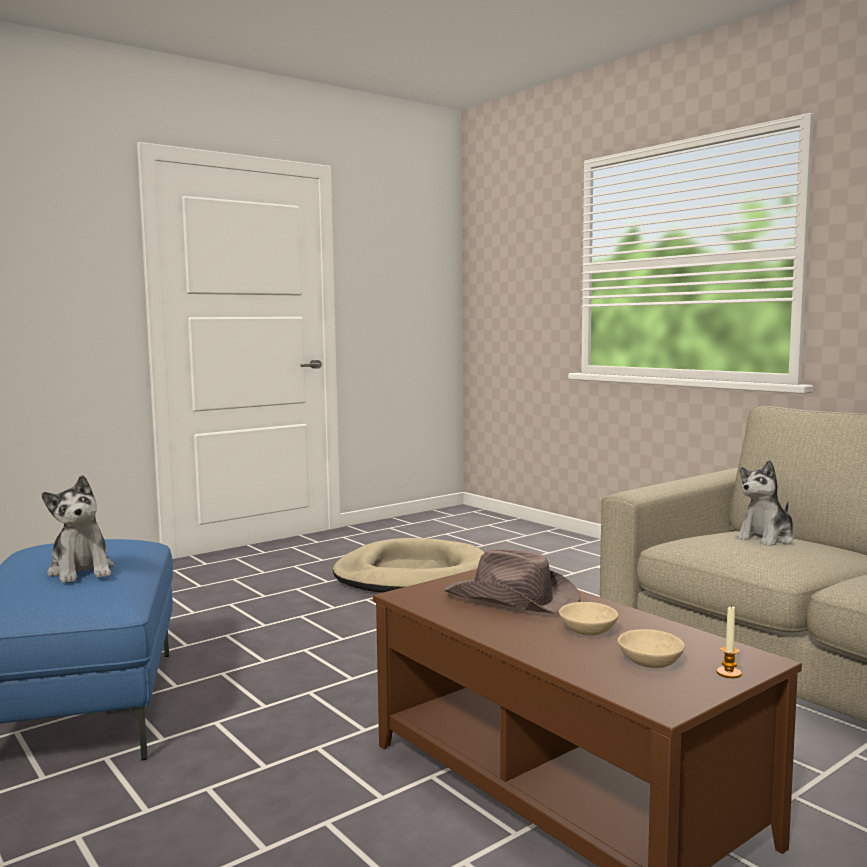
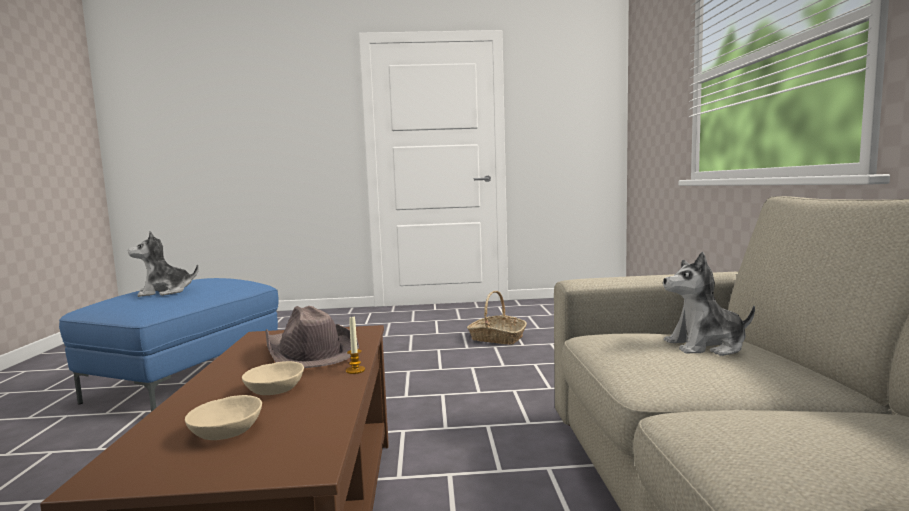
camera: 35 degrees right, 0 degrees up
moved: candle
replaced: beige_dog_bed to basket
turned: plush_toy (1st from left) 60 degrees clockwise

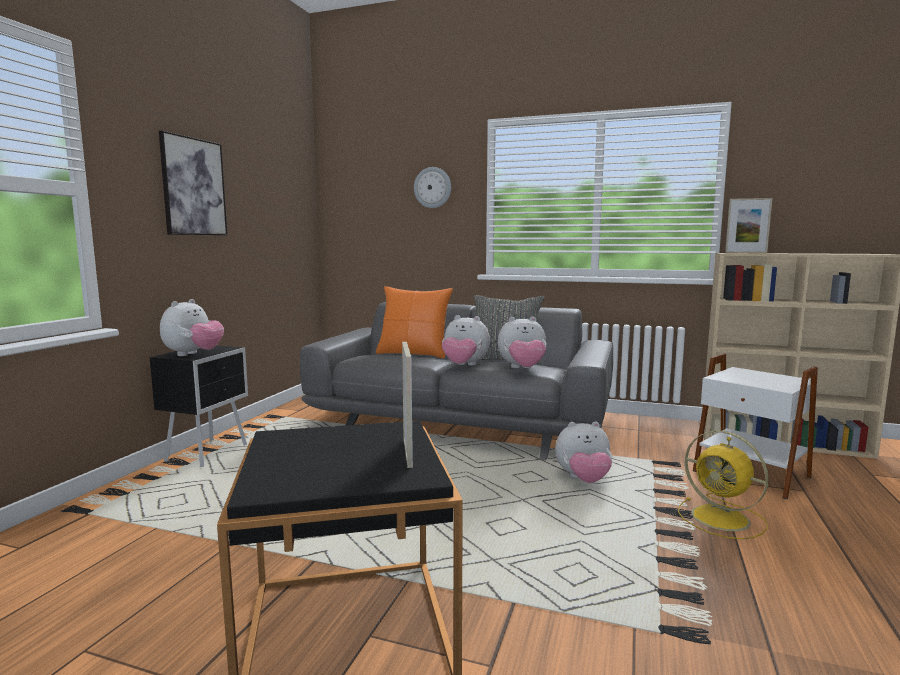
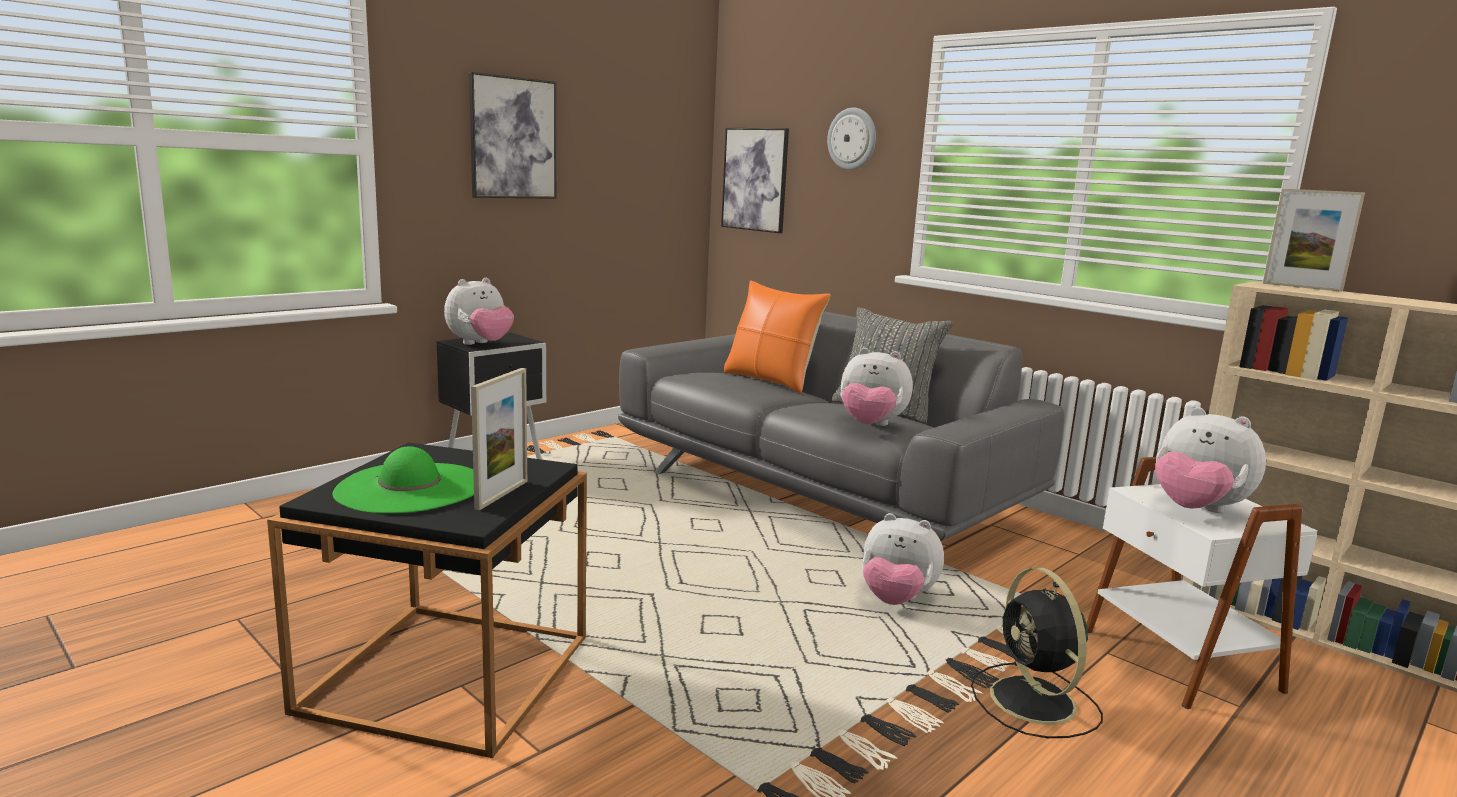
camera: 25 degrees right, 5 degrees up
added: picture (2nd from left); green_hat
moved: plush_toy (2nd from left in the first image) to plush_toy (4th from left)
recoloured: yellow_fan to black_fan

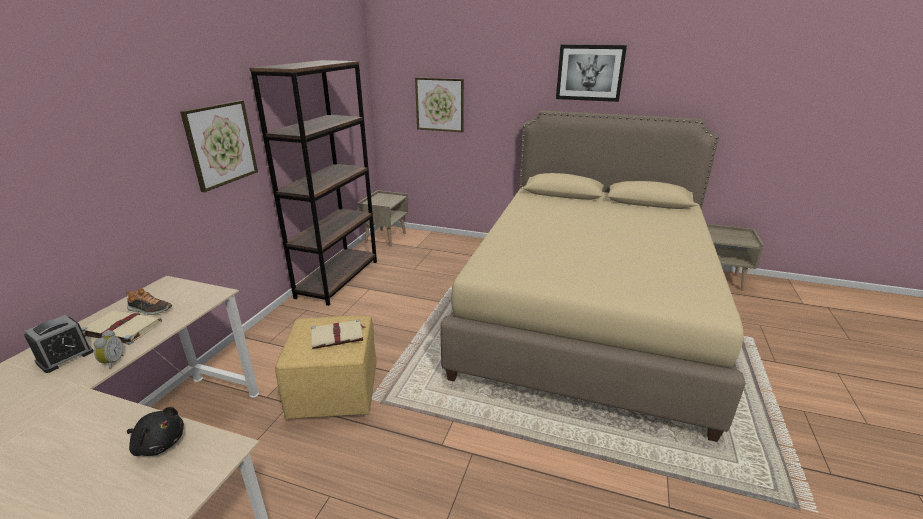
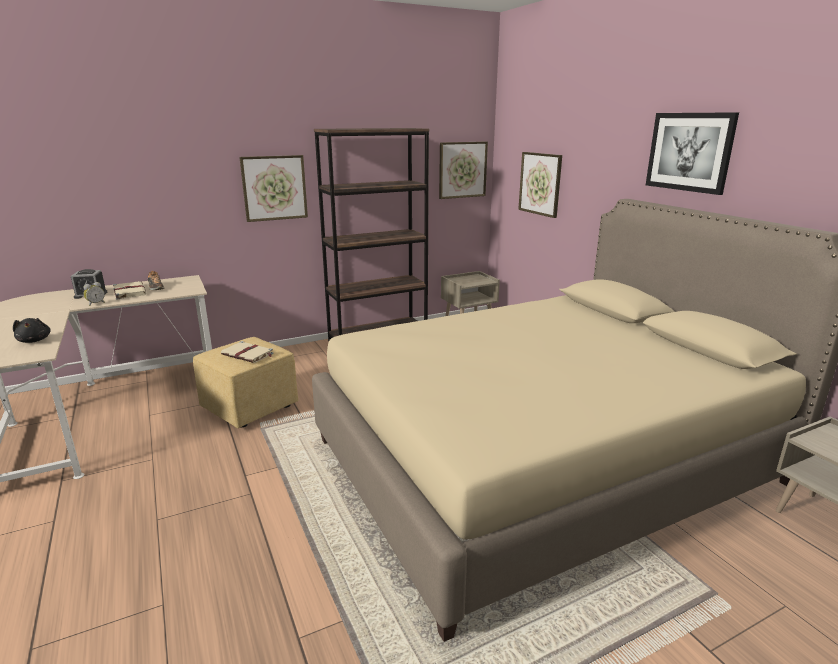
camera: 45 degrees right, 5 degrees down
added: picture (2nd from left)

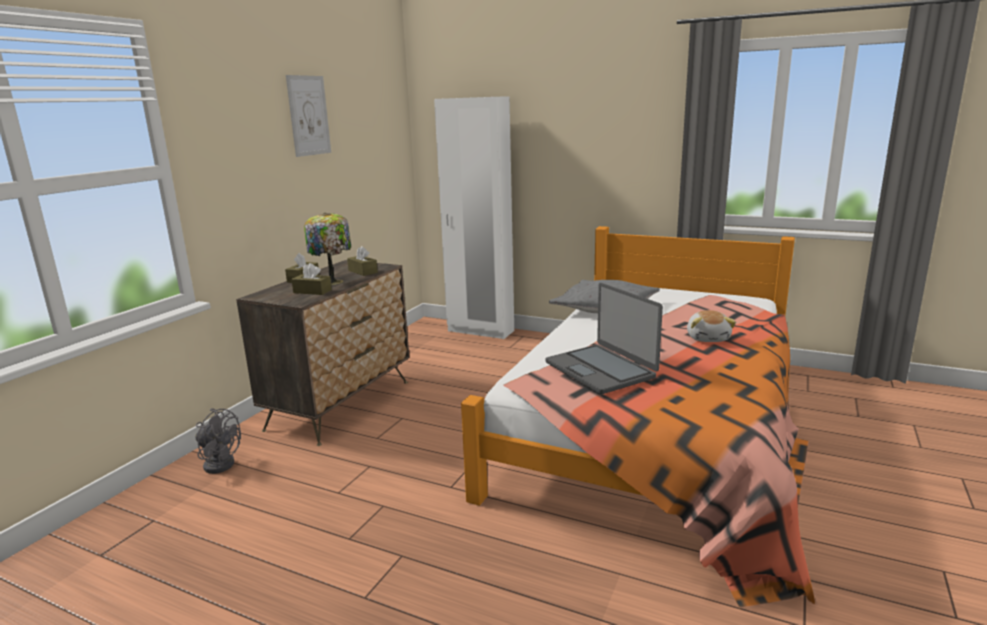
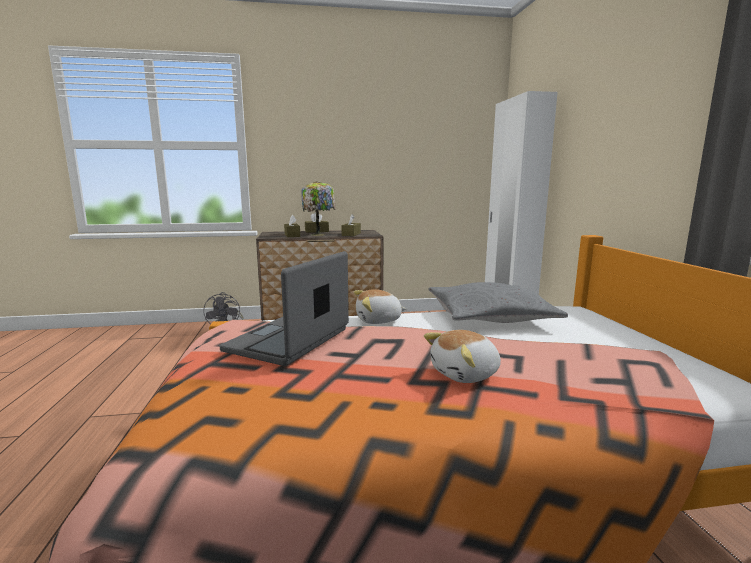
camera: 55 degrees right, 5 degrees down
removed: picture
added: plush_toy (1st from left)

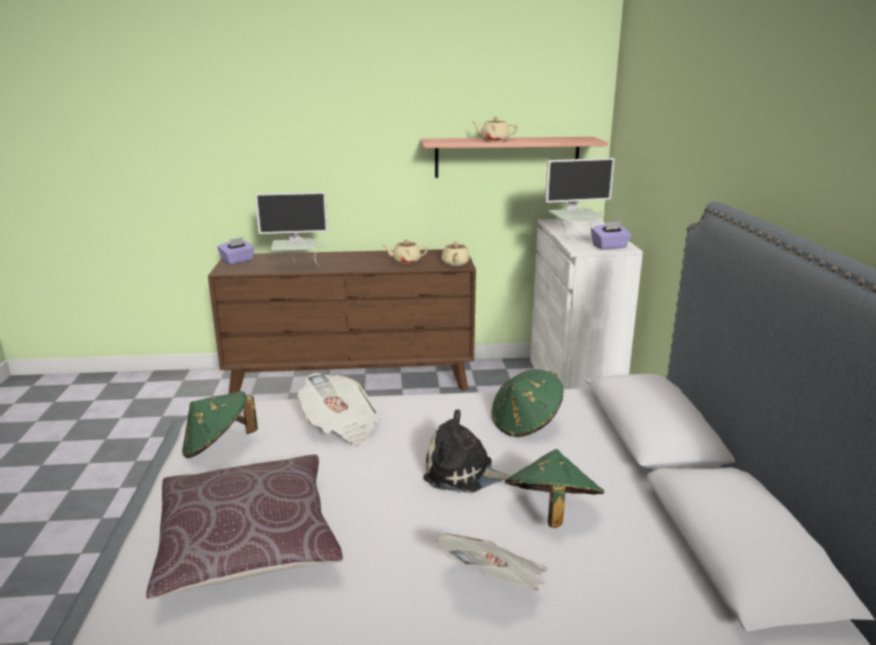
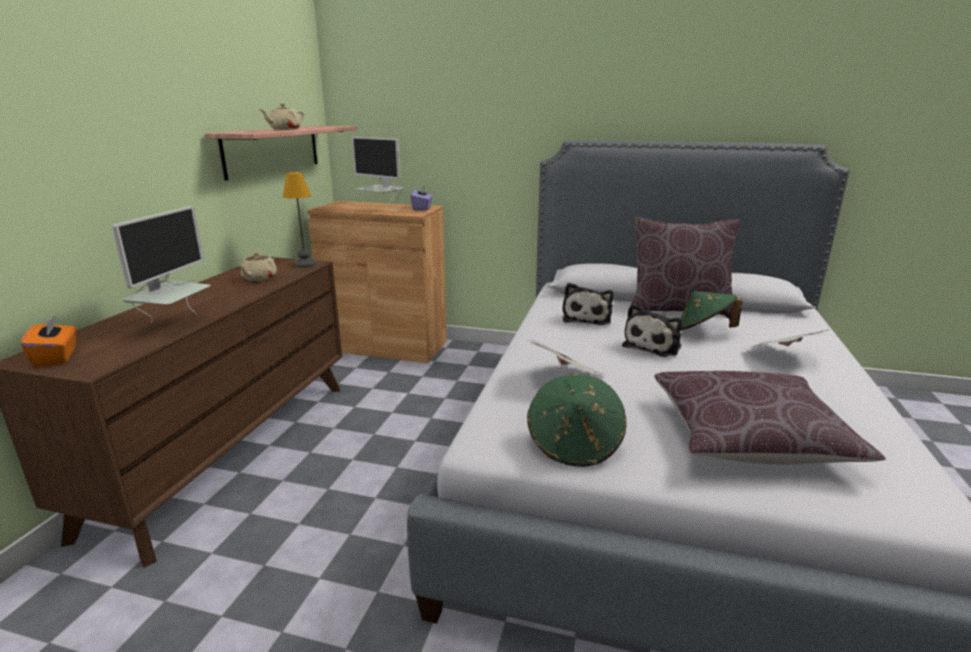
camera: 70 degrees left, 0 degrees up
added: brown_pillow (1st from left)
replaced: beige_teapot (2nd from left) to table_lamp; green_hat (2nd from left) to plush_toy (1st from left)
recoloured: white_cabinet to brown_cabinet; purple_tissue_box (1st from left) to orange_tissue_box
turned: monitor (2nd from left) 120 degrees clockwise

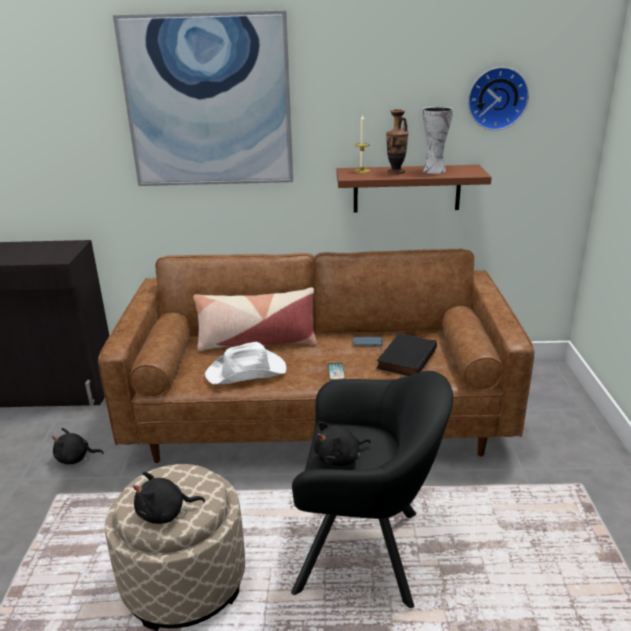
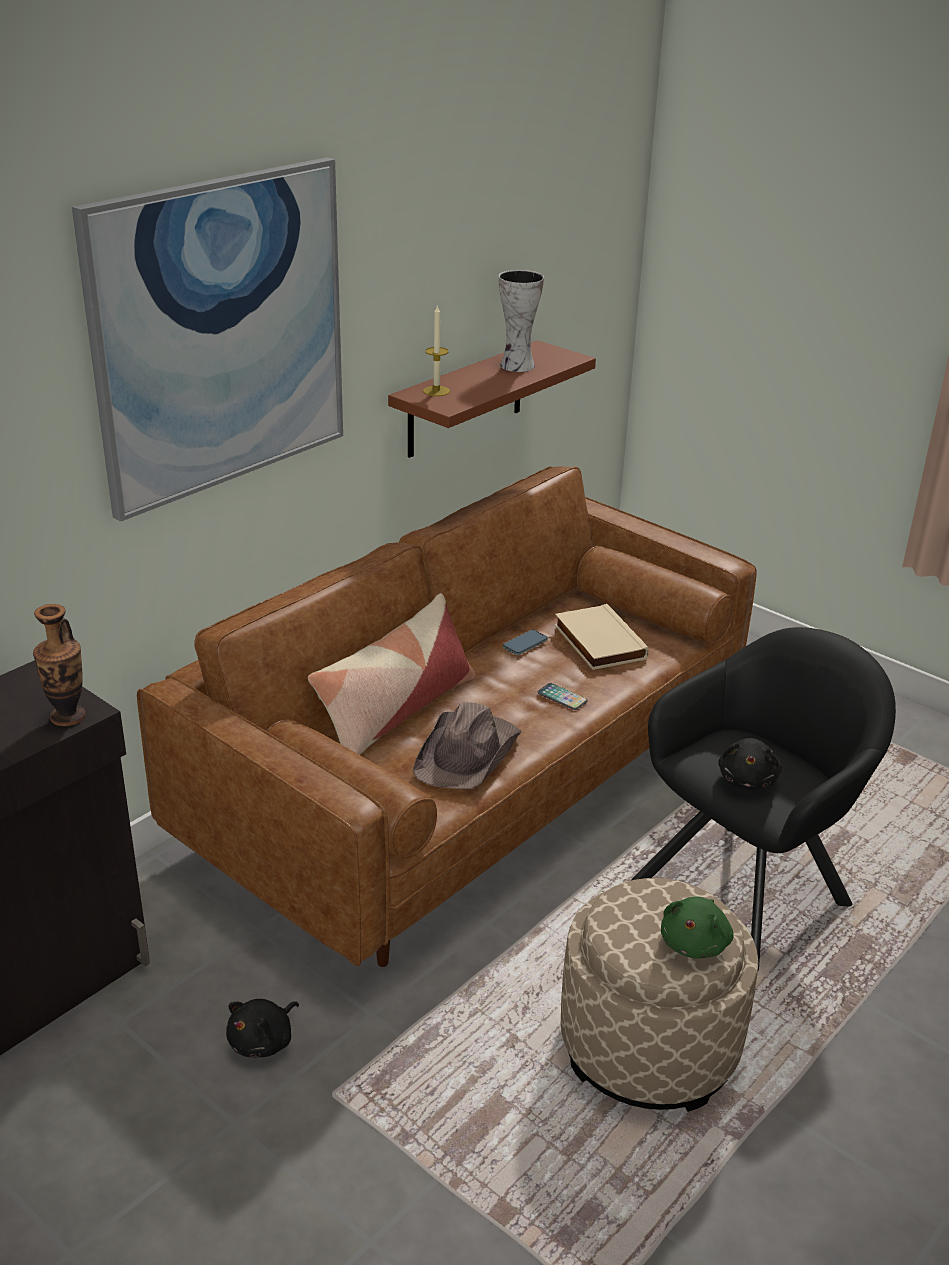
camera: 50 degrees left, 5 degrees up
removed: wall_clock
moved: vase (1st from left)
recoloured: black_book to beige_book; white_hat to brown_hat; black_plush_toy (2nd from left) to green_plush_toy

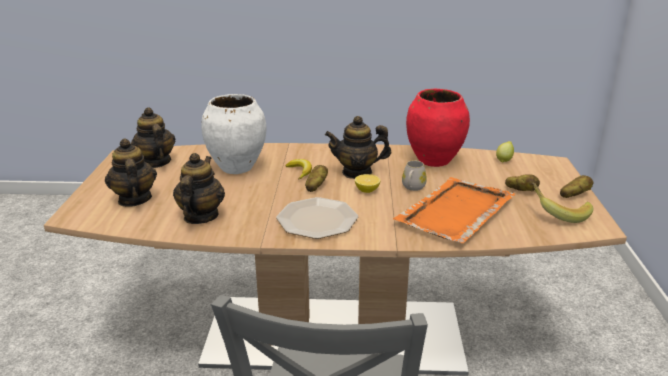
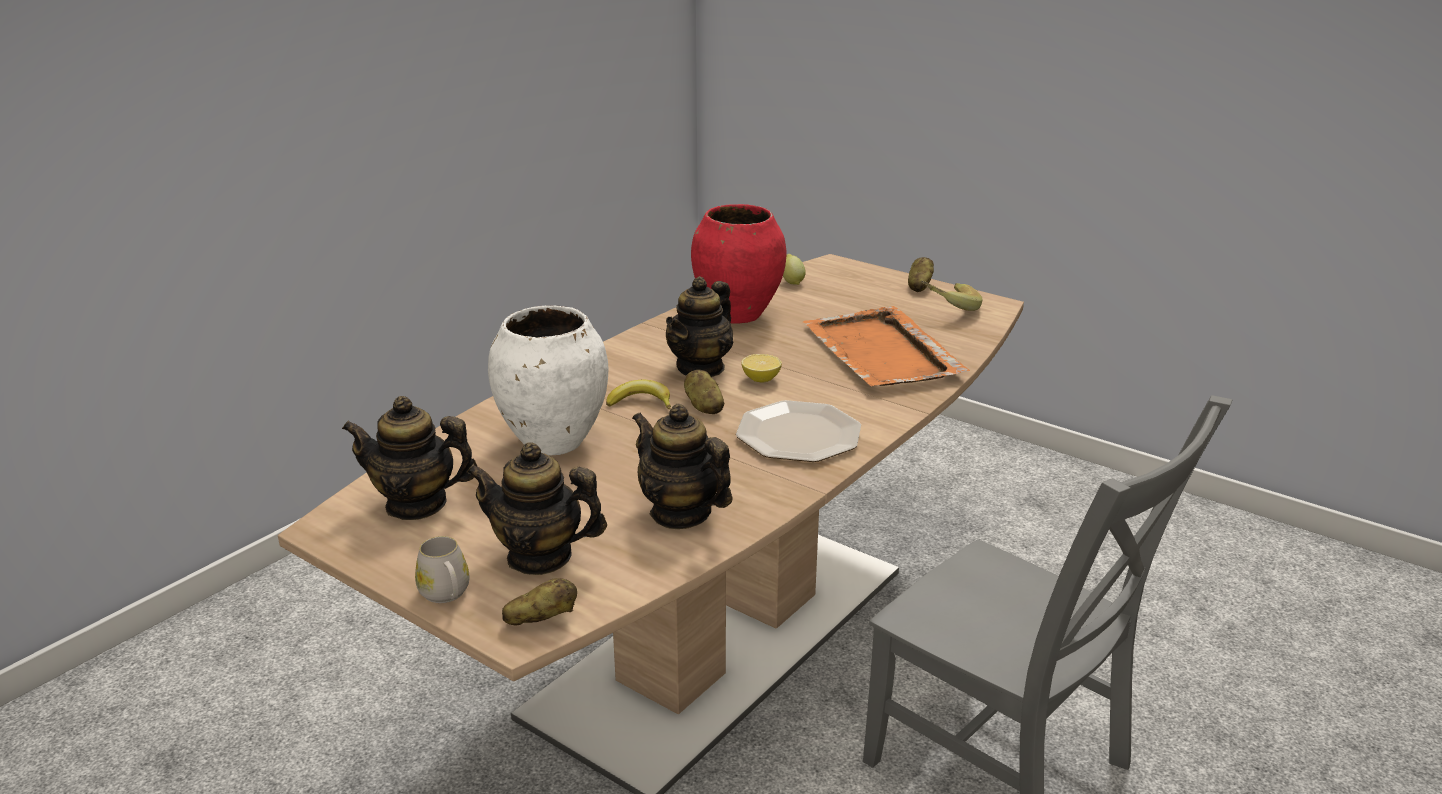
camera: 55 degrees left, 0 degrees up
moved: white_mug; potato (2nd from left in the first image) to potato (1st from left)

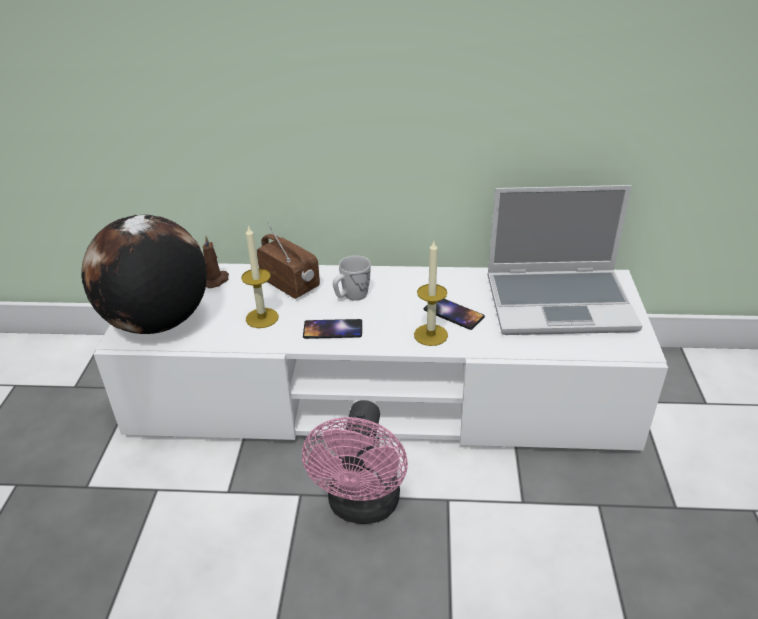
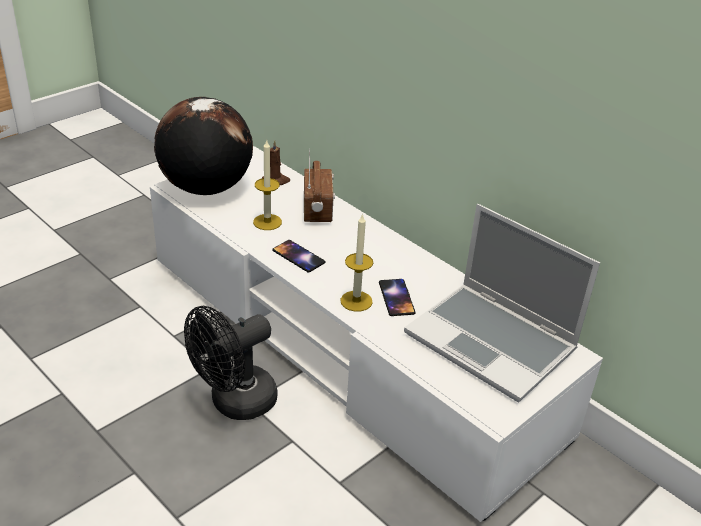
camera: 40 degrees right, 0 degrees up
removed: white_mug
recoloured: pink_fan to black_fan

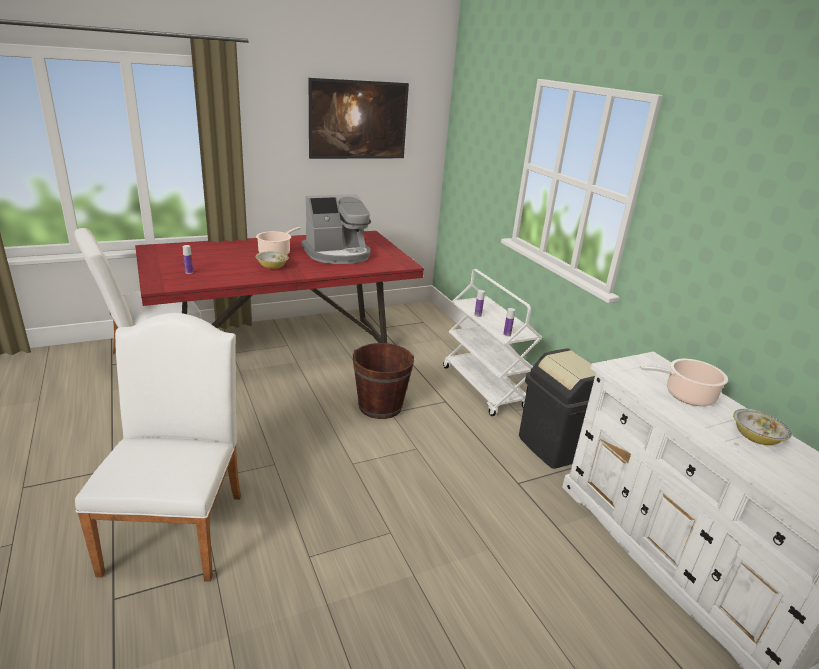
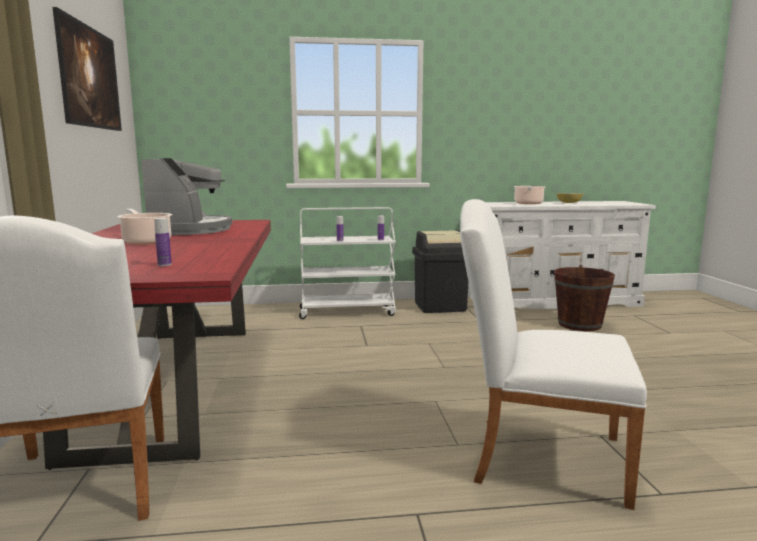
camera: 70 degrees left, 15 degrees down
removed: bowl (1st from left)
moved: brown_bucket

